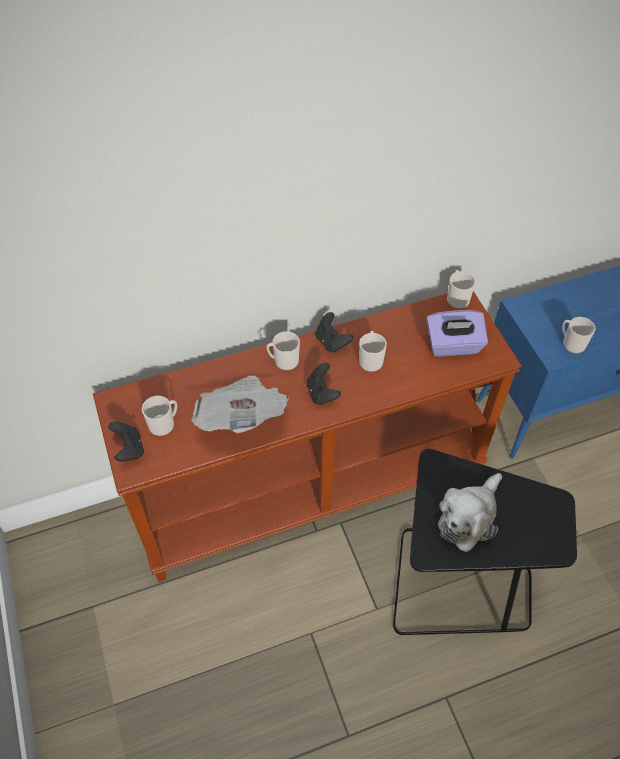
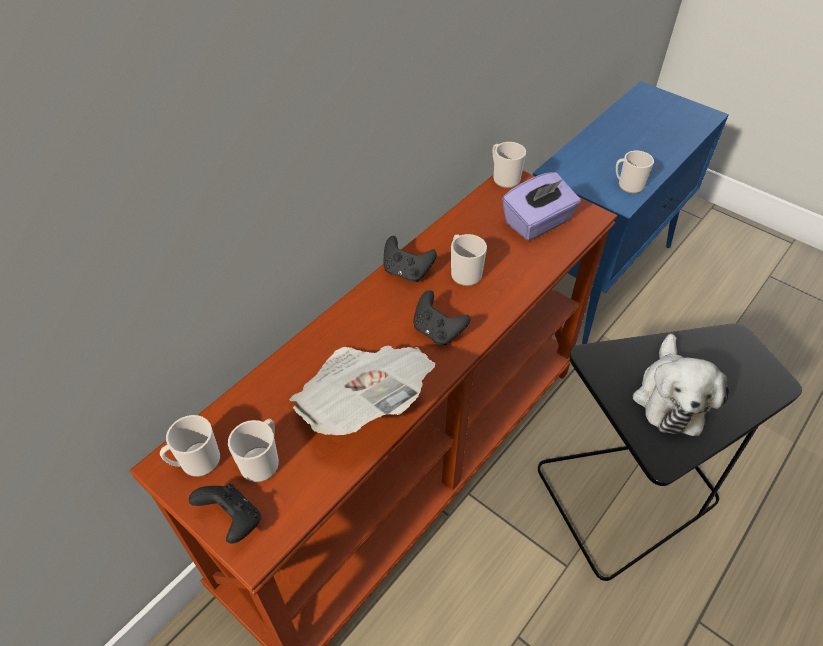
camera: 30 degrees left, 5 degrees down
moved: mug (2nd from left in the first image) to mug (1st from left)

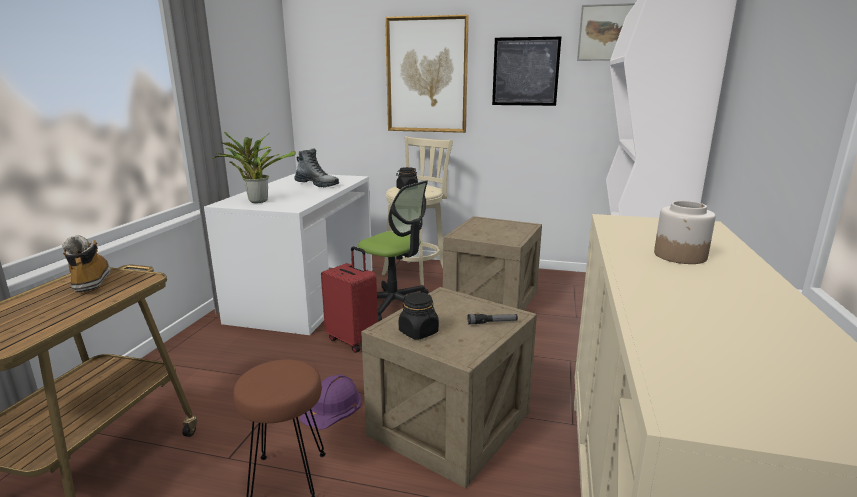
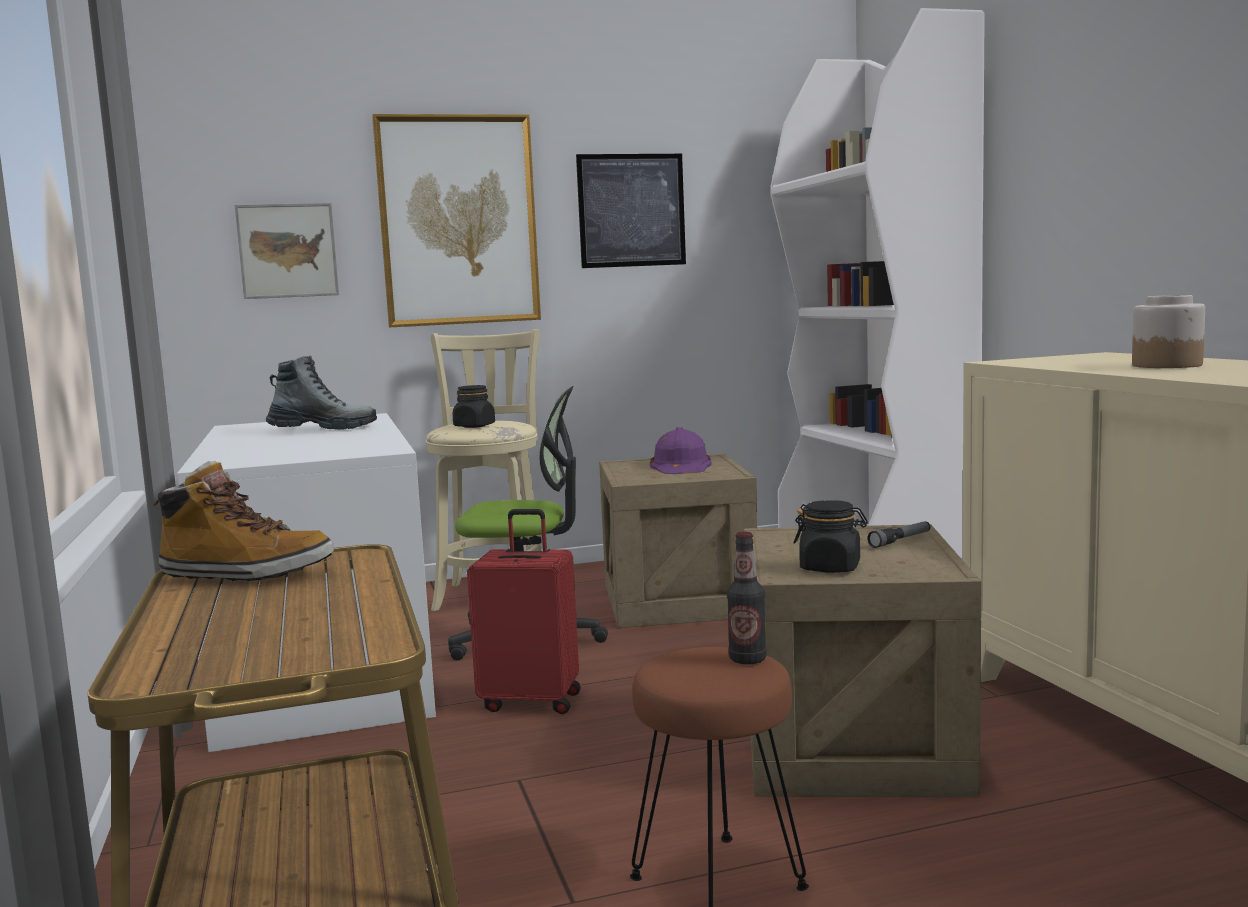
camera: 30 degrees left, 10 degrees down
removed: potted_plant
added: bottle
moved: picture (3rd from left in the first image) to picture (1st from left); purple_hard_hat
turned: boot (1st from left) 150 degrees clockwise

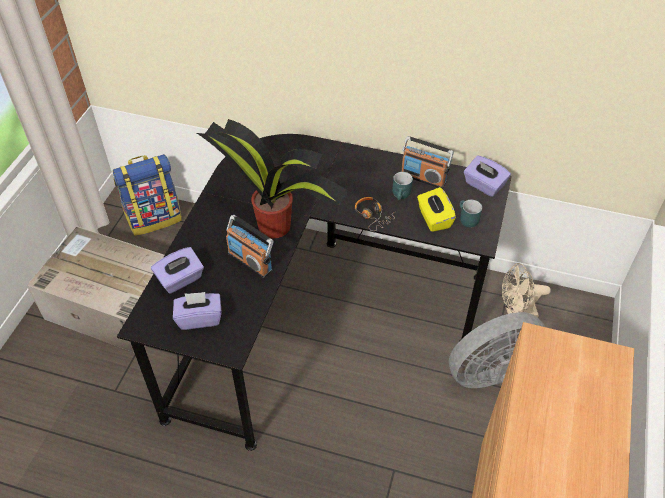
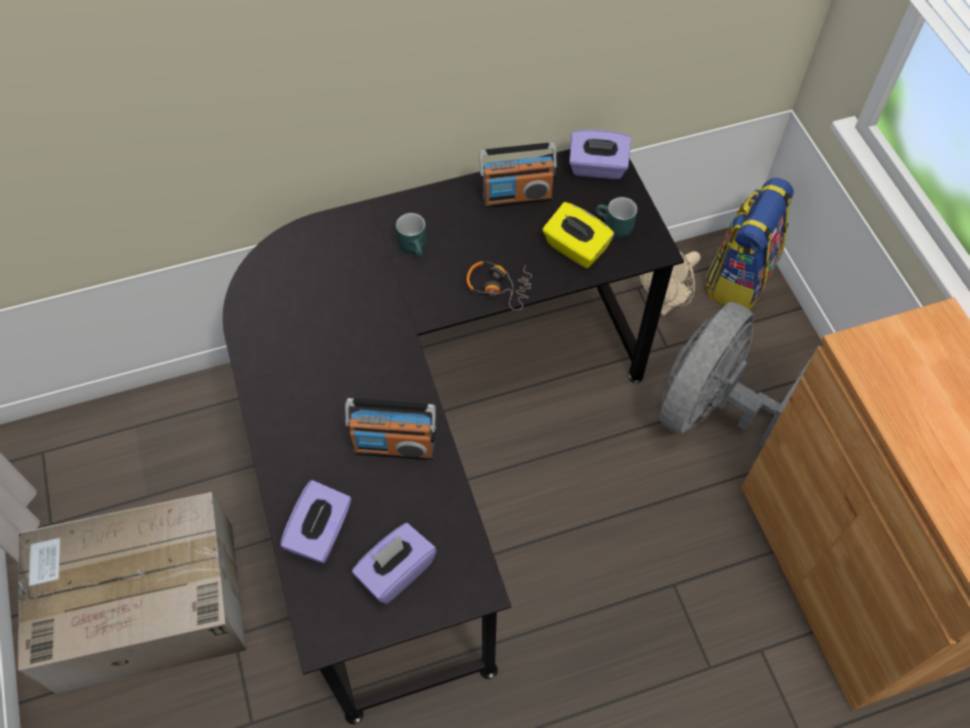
camera: 35 degrees left, 10 degrees up
removed: potted_plant
moved: backpack; turquoise_mug (1st from left)

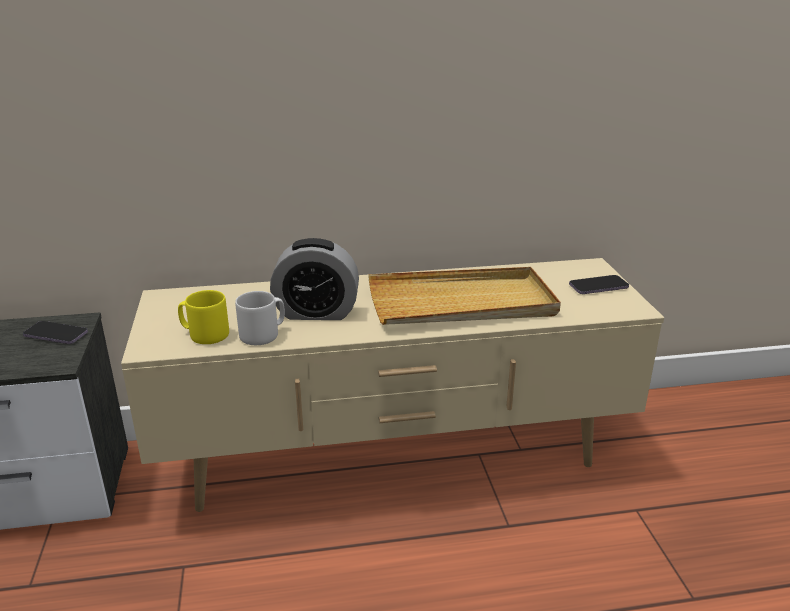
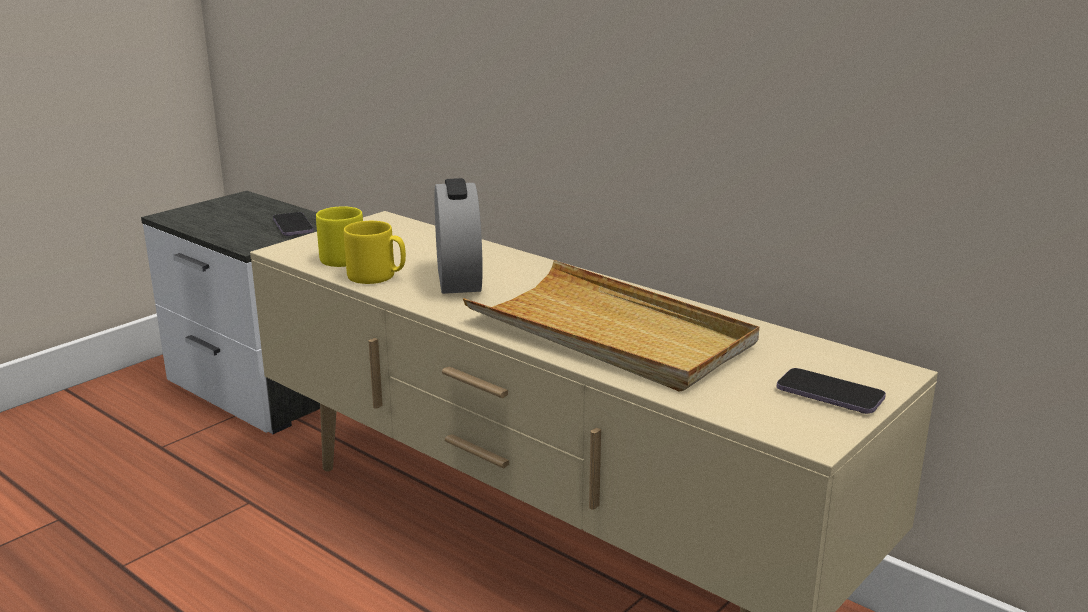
camera: 50 degrees right, 5 degrees down
recoloured: grey_mug to yellow_mug (2nd from left)
turned: alarm_clock 150 degrees counterclockwise

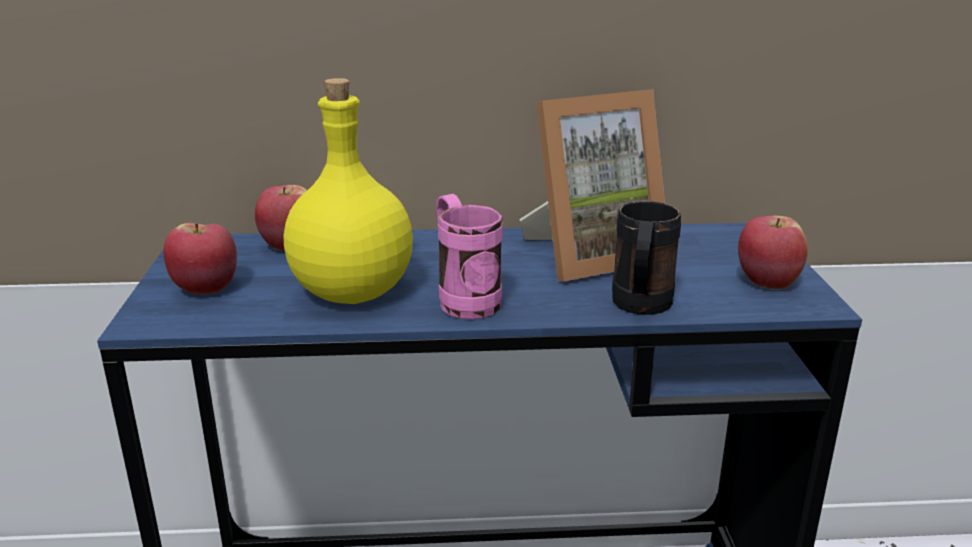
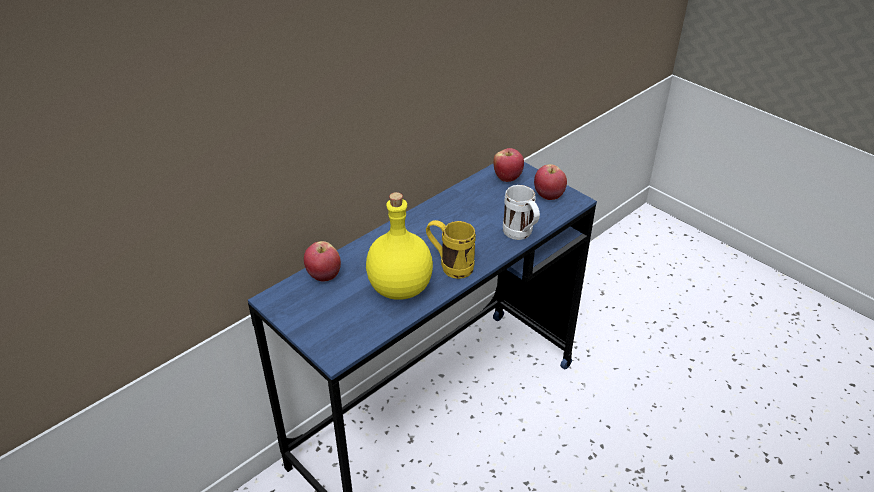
camera: 40 degrees left, 15 degrees up
removed: picture_frame
moved: apple (1st from left in the first image) to apple (2nd from left)
recoloured: pink_mug to yellow_mug; black_mug to white_mug

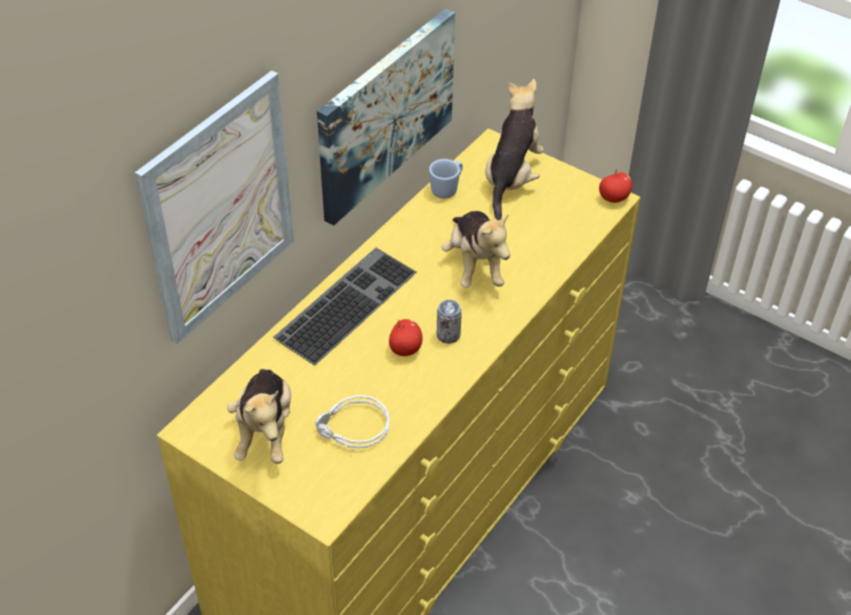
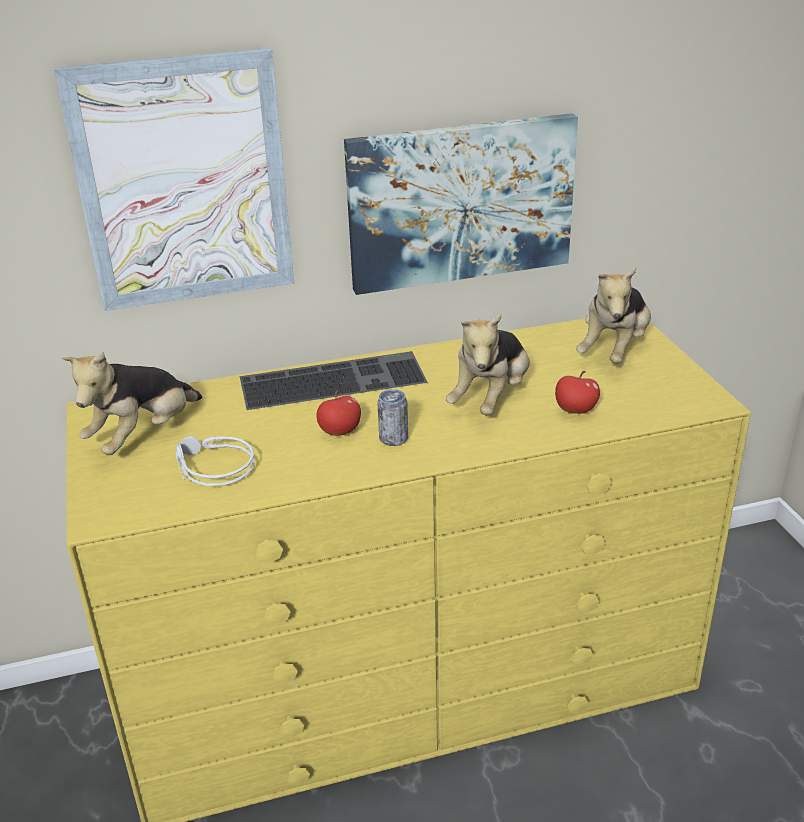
camera: 40 degrees right, 15 degrees down
removed: blue_mug
moved: apple (2nd from left)
turned: plush_toy (3rd from left) 150 degrees clockwise

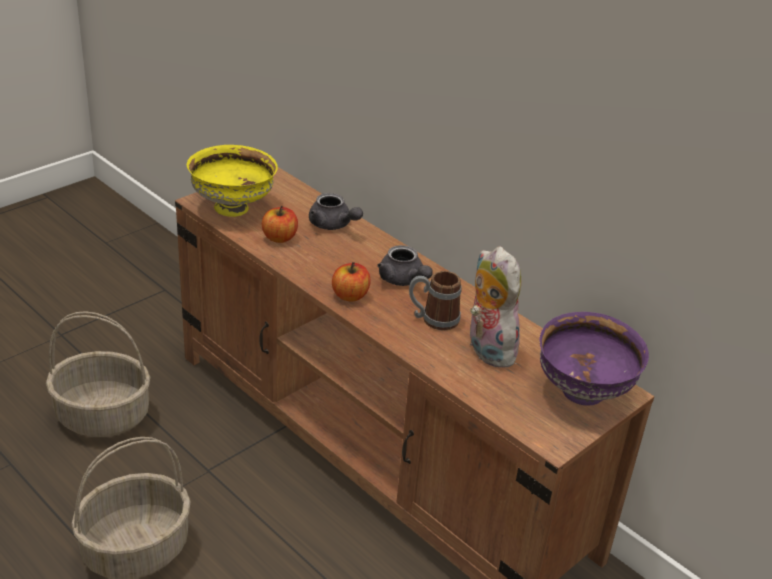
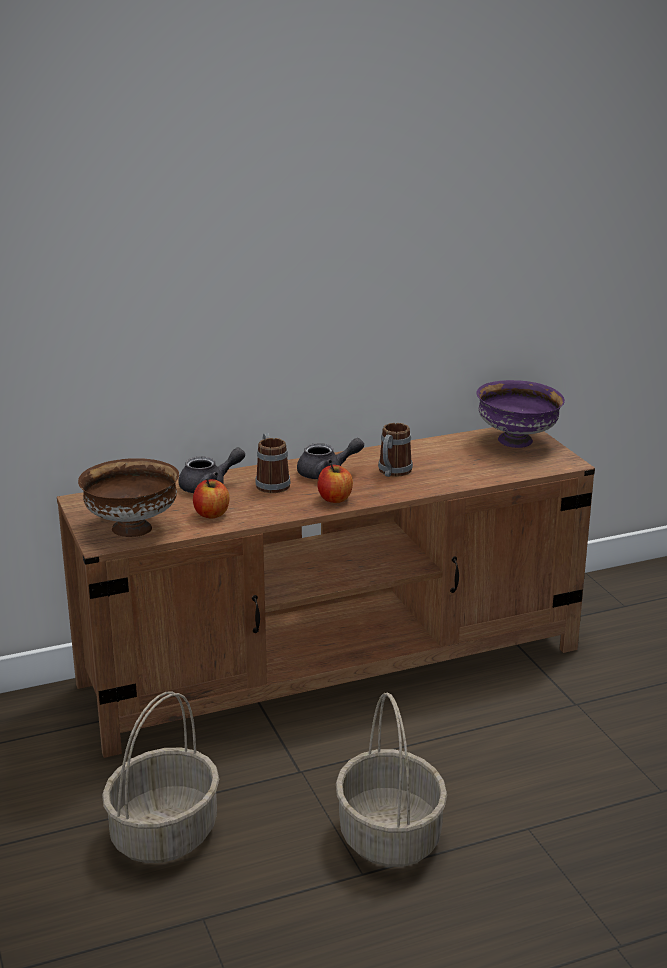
camera: 65 degrees left, 10 degrees down
removed: plush_toy
added: mug (1st from left)
recoloured: yellow_bowl to brown_bowl

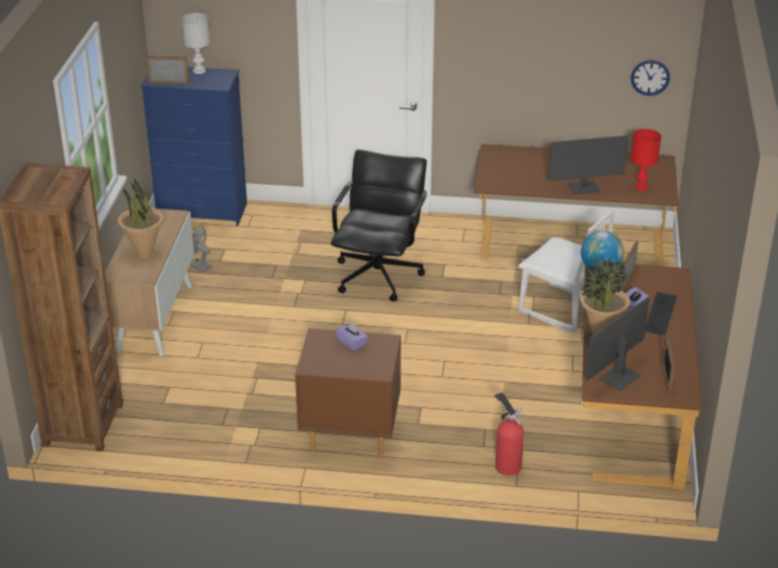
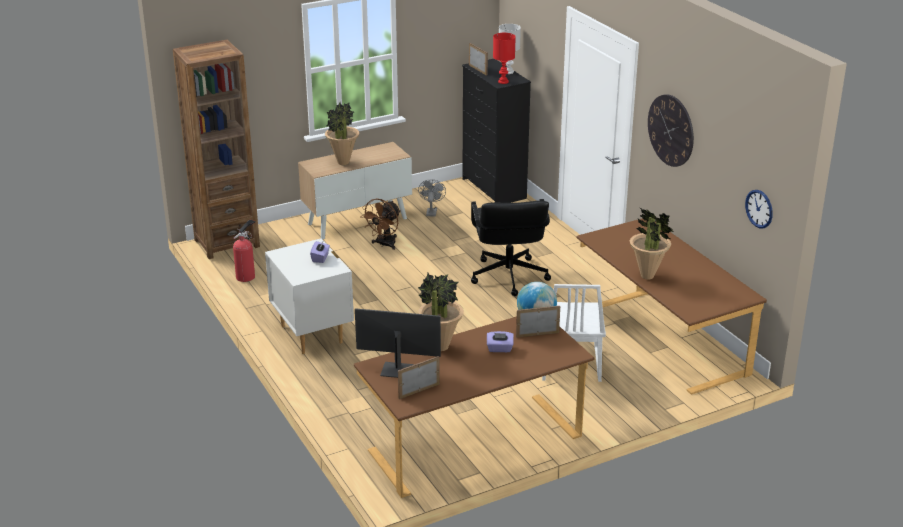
camera: 55 degrees right, 5 degrees down
removed: keyboard
added: wall_clock (1st from left); brown_fan
moved: red_table_lamp; fire_extinguisher
replaced: monitor (1st from left) to potted_plant (3rd from left)
recoloured: blue_dresser to black_dresser; brown_nightstand to white_nightstand
turned: black_office_chair 105 degrees clockwise

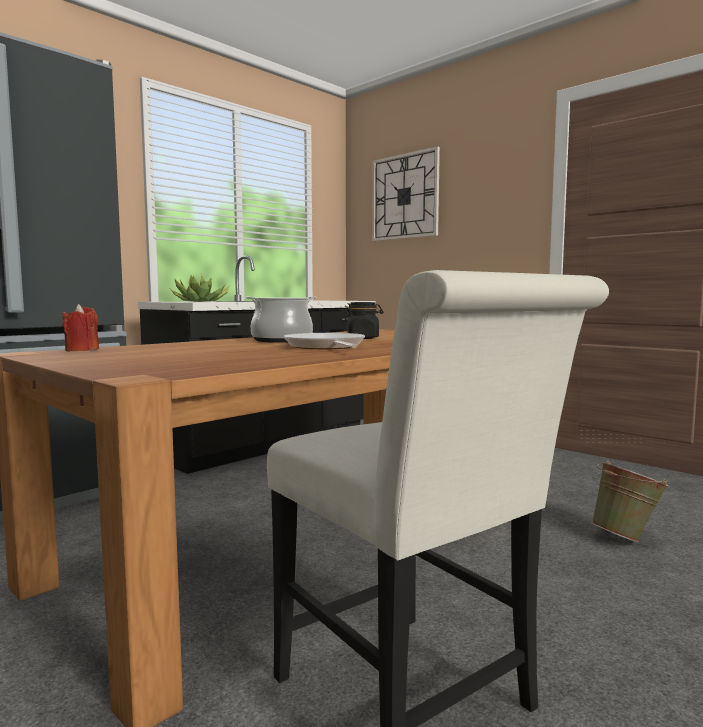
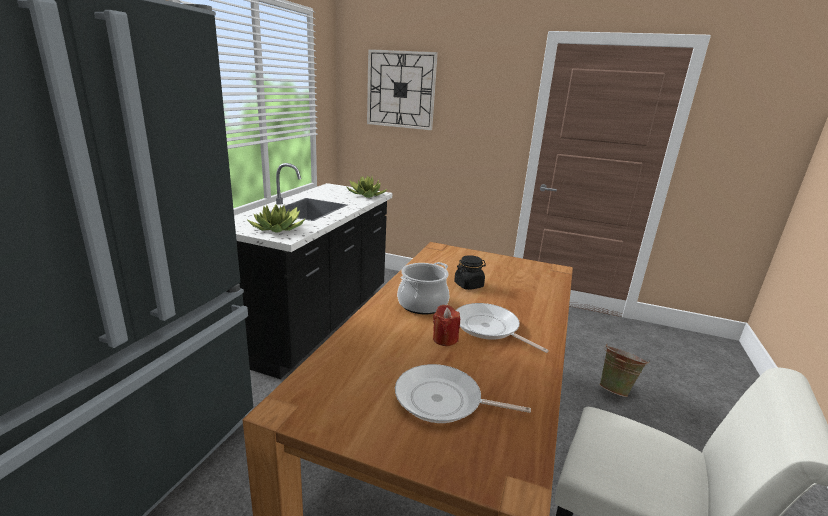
camera: 25 degrees left, 15 degrees up
added: potted_plant (2nd from left); frying_pan (1st from left)
moved: red_candle

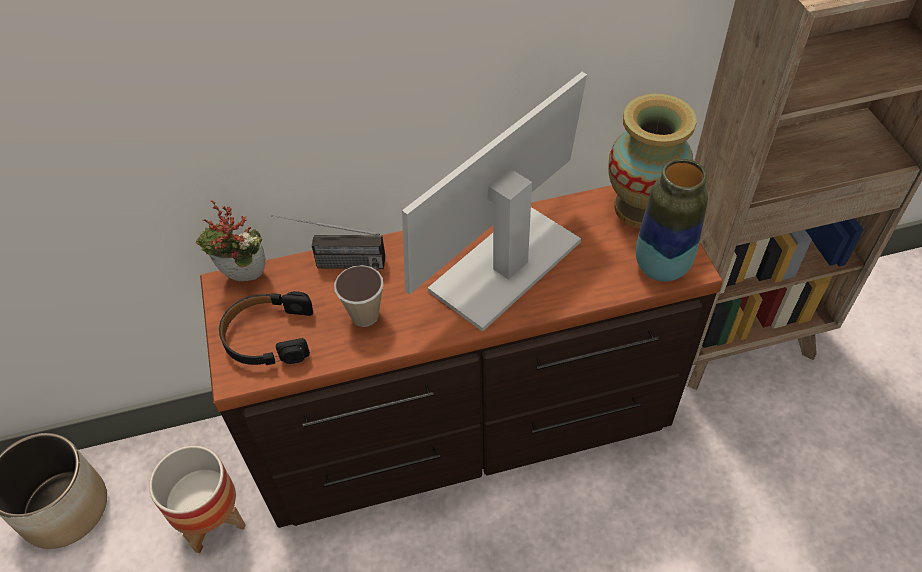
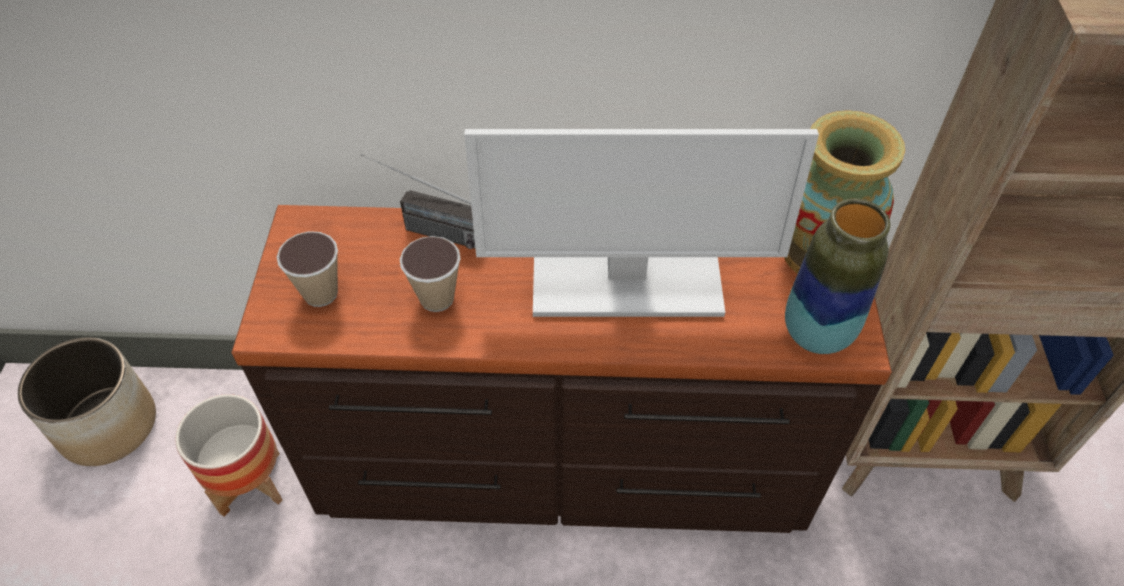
camera: 15 degrees right, 0 degrees up
removed: potted_plant
replaced: black_headphones to cup (1st from left)
turned: monitor 150 degrees counterclockwise

